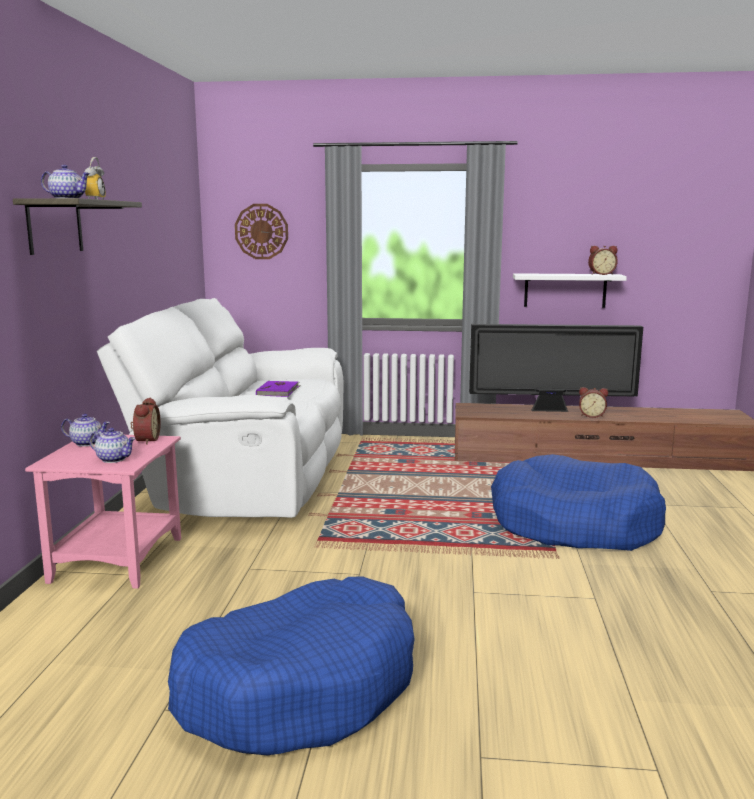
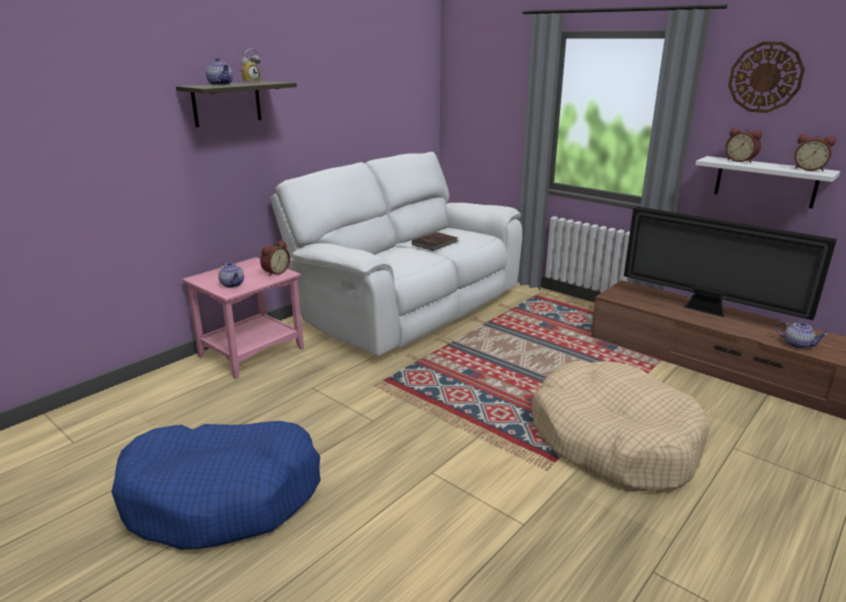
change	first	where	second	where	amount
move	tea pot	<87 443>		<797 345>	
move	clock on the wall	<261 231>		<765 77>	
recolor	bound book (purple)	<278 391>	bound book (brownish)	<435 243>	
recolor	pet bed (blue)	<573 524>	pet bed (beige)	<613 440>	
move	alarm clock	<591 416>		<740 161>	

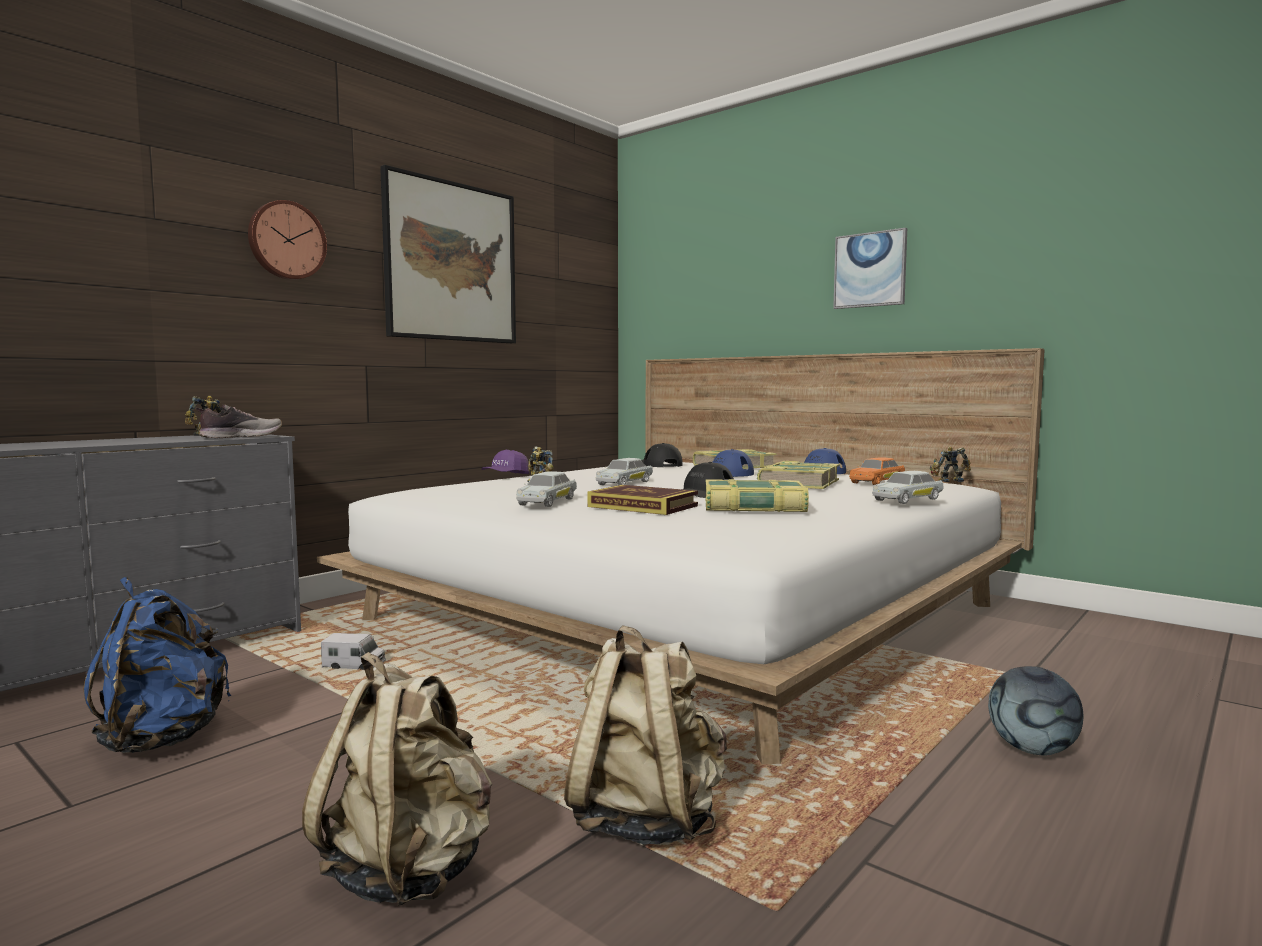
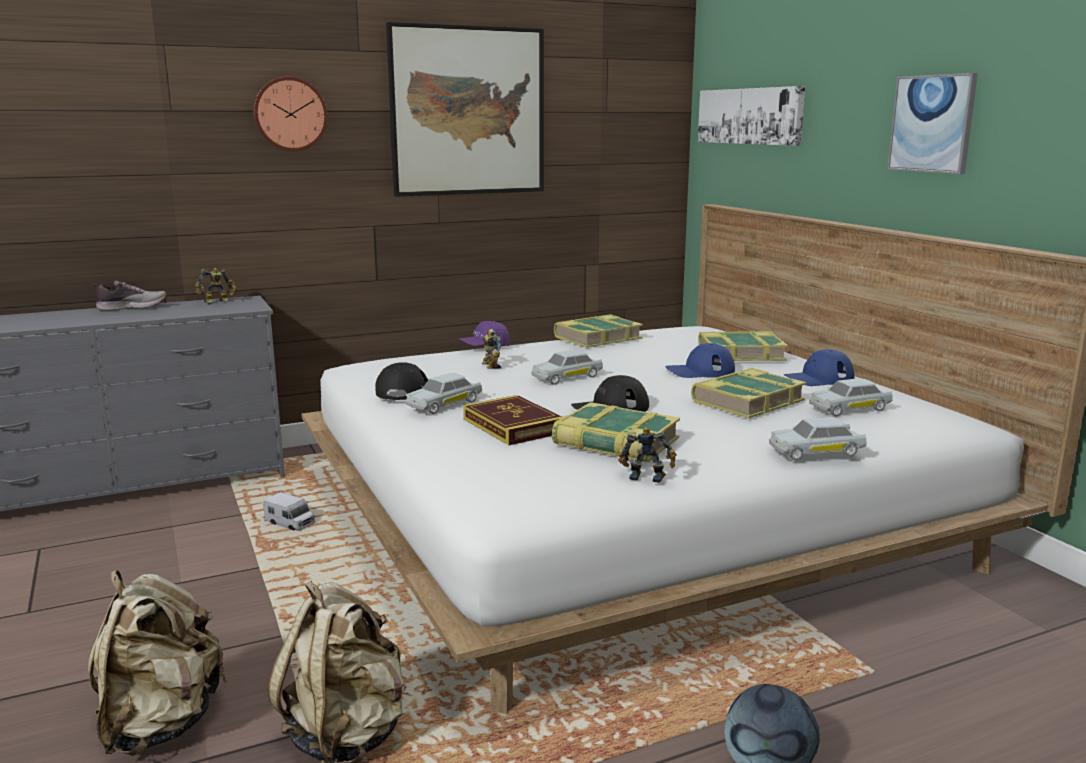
change	first	where	second	where	amount
delete	rucksack (blue)	<163 739>			
move	item of footwear	<240 437>		<132 307>	
move	cap (black-coloured)	<660 464>		<404 389>	
recolor	toy car (orange-coloured)	<877 482>	toy car (white-coloured)	<849 409>	
move	model robot	<949 481>		<646 476>	
insert			bound book	<597 338>	
insert			picture	<750 116>	

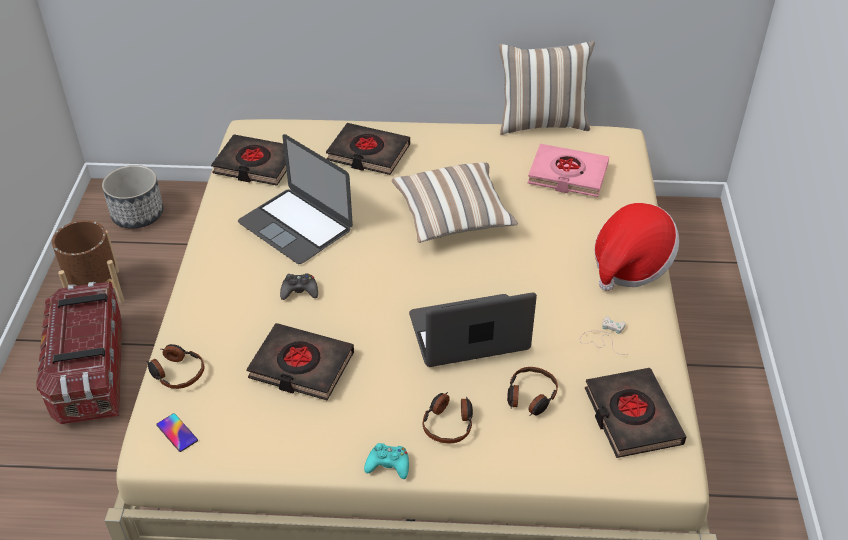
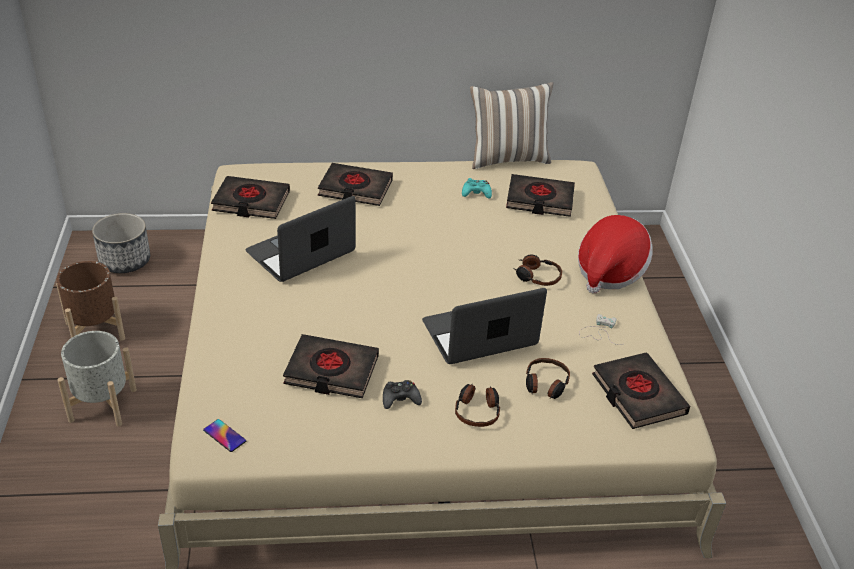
change	first	where	second	where	amount
replace	storage box	<90 372>	flower pot (grey)	<103 404>	
move	pair of headphones	<177 372>		<537 276>	
rotate	notebook computer	<295 226>		<300 252>	105 degrees clockwise
move	joypad (black-coloured)	<299 291>		<400 399>	
move	joypad (turquoise)	<388 465>		<476 193>	
delete	pillow	<453 217>			
recolor	bound book (pink)	<567 175>	bound book (black-coloured)	<539 200>	

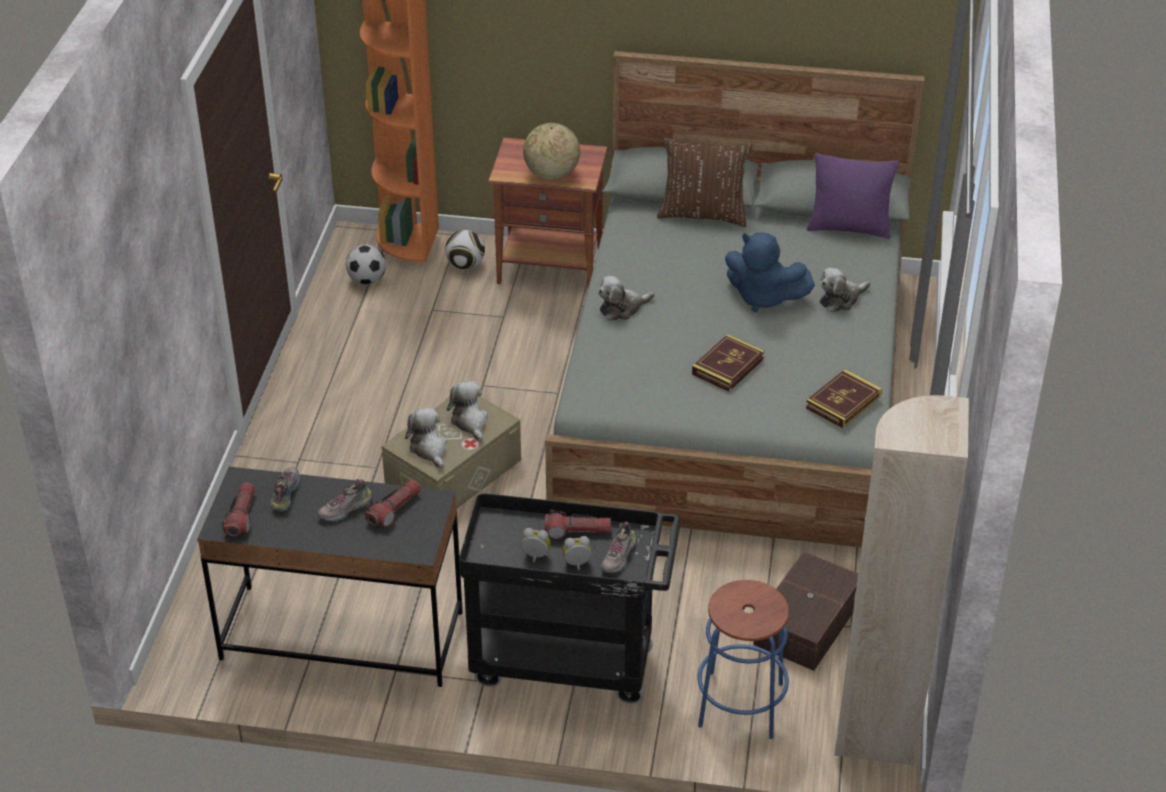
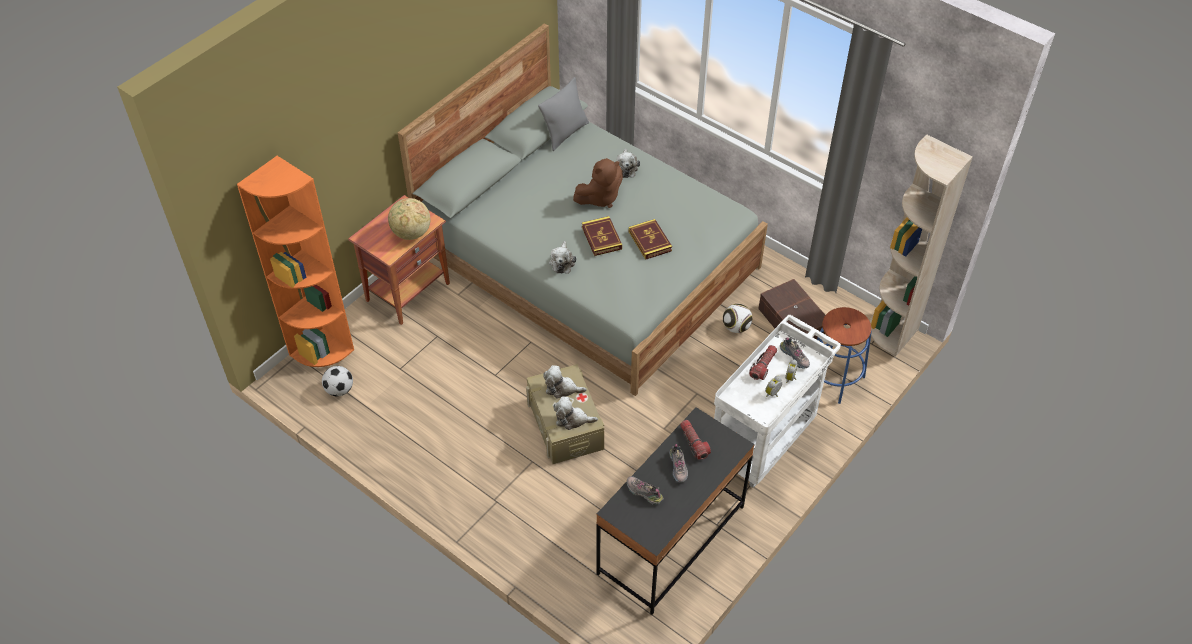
change	first	where	second	where	amount
delete	flashlight	<241 516>			
move	ball for football	<465 265>		<736 327>	
recolor	cart (black-coloured)	<571 669>	cart (white-coloured)	<765 440>	
delete	pillow (brownish)	<703 214>			
recolor	cuddly toy (blue)	<763 297>	cuddly toy (brownish)	<600 198>	
move	bound book	<843 402>		<601 238>	
recolor	pillow (purple)	<849 228>	pillow (grey)	<565 133>	

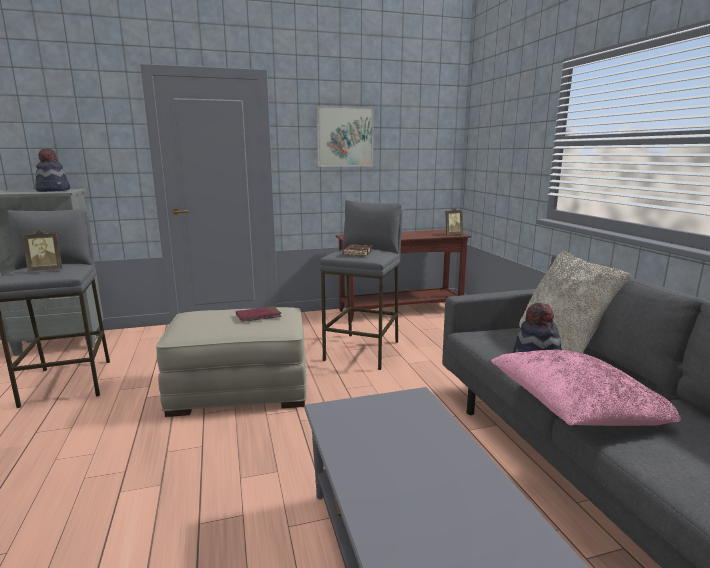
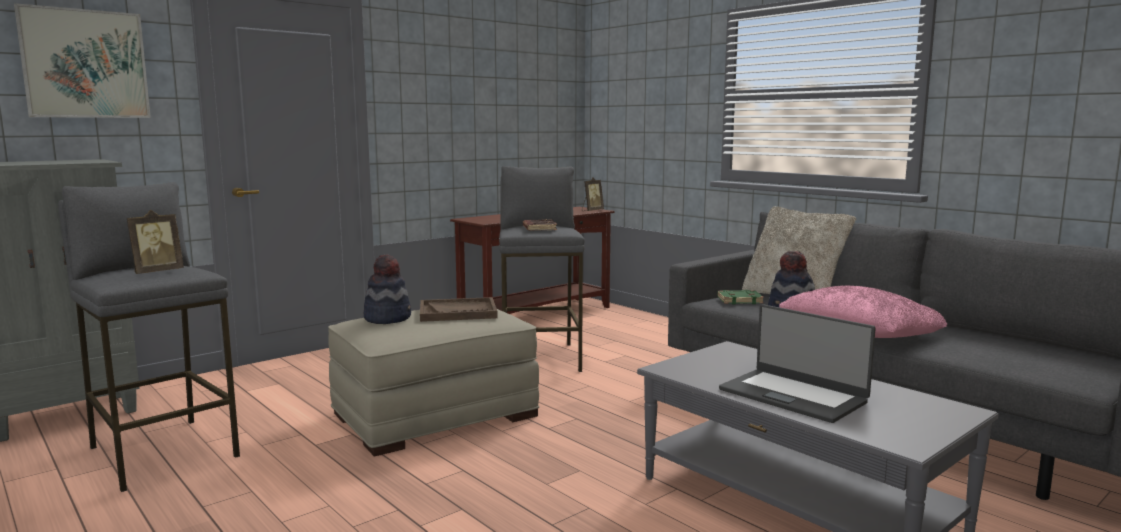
change	first	where	second	where	amount
move	hat	<54 190>		<388 318>	
replace	bound book (reddish)	<258 316>	serving tray (brownish)	<458 312>	
move	picture	<345 137>		<85 64>	
insert			bound book (green)	<740 300>	
insert			notebook computer	<793 395>	

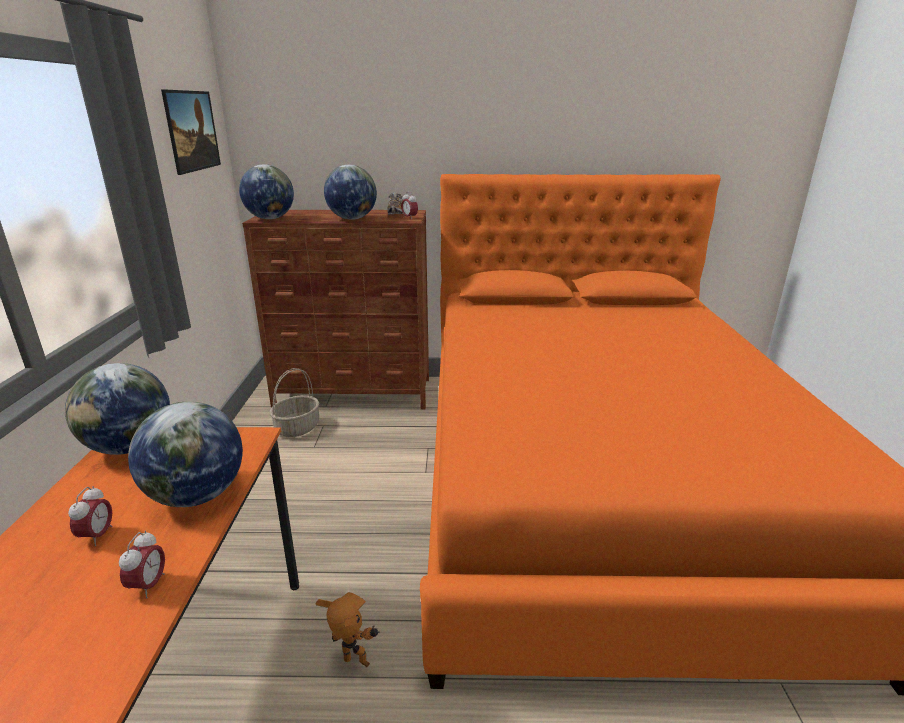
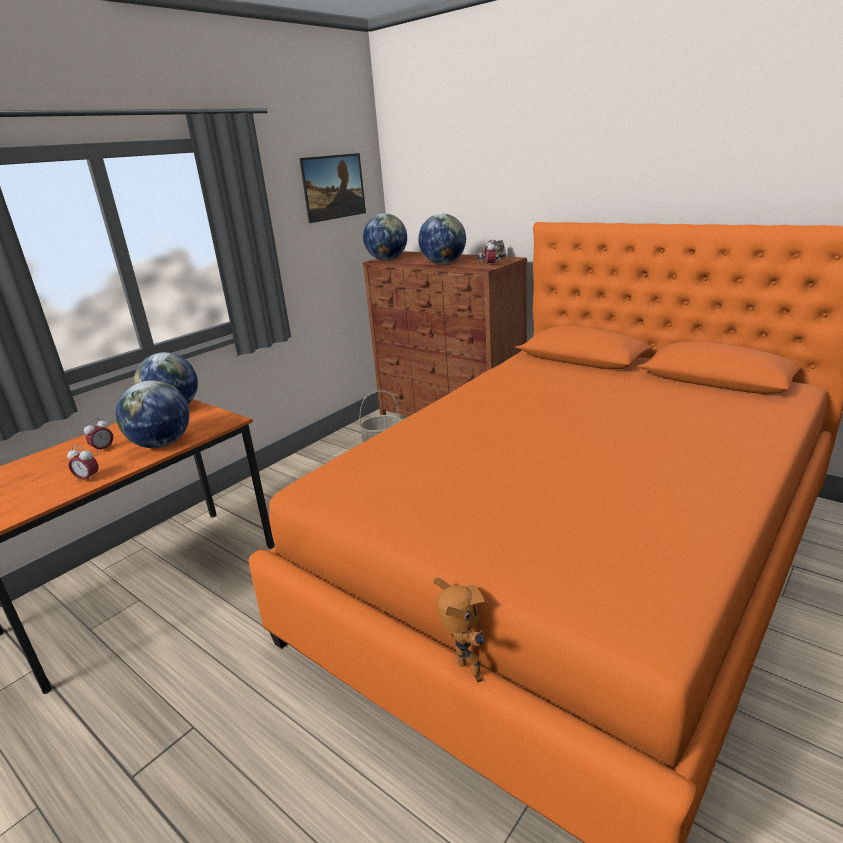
change	first	where	second	where	amount
rotate	alarm clock	<149 585>		<88 479>	60 degrees clockwise
move	model robot	<355 666>		<466 674>	

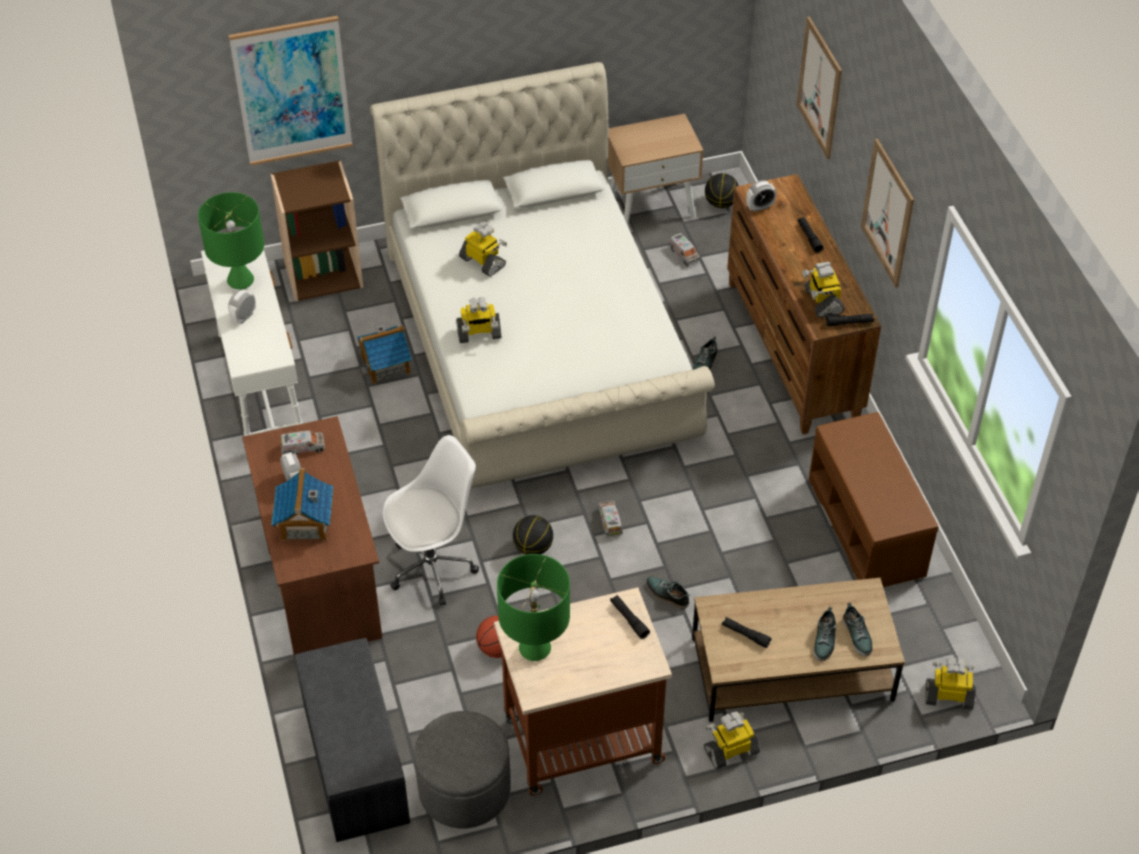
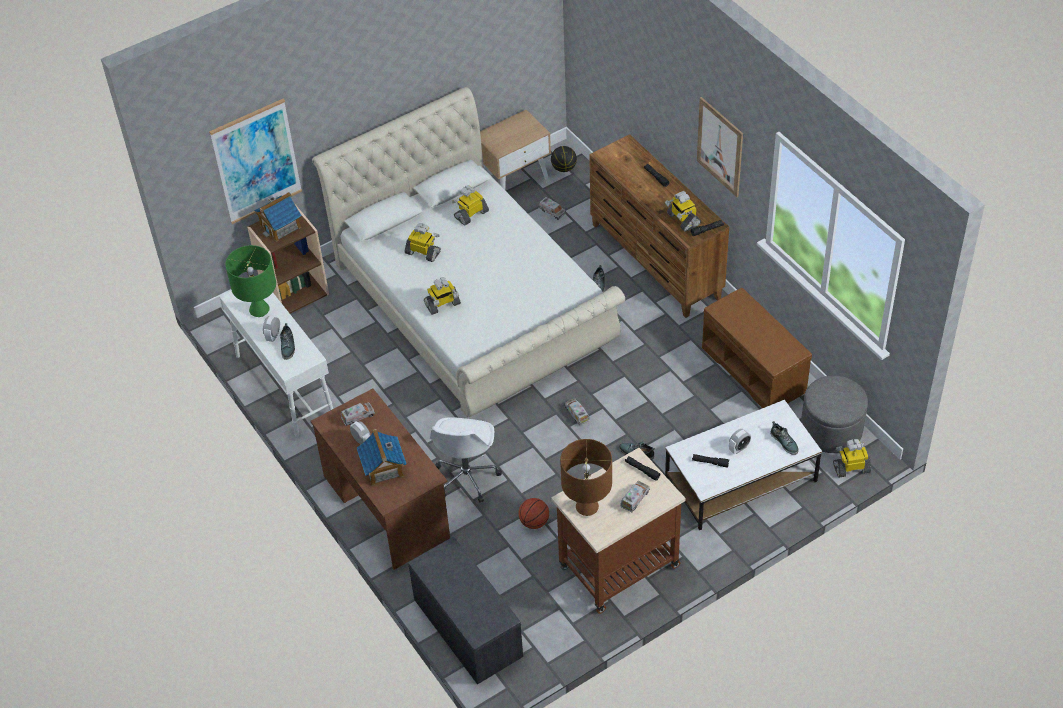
change	first	where	second	where	amount
move	toy house	<386 365>		<280 226>	
rotate	desk chair (white-coloured)	<434 568>		<466 479>	150 degrees clockwise
move	ottoman (grey)	<464 789>		<831 430>	
recolor	table lamp (green)	<534 650>	table lamp (brownish)	<587 508>	
delete	basketball	<533 547>			
recolor	coffee table (brownish)	<793 668>	coffee table (white-coloured)	<741 478>	
move	model robot	<731 750>		<471 214>	
move	alarm clock	<760 207>		<739 448>	
delete	picture	<819 88>			
move	item of footwear	<825 640>		<288 346>	
insert			toy lorry	<635 499>	

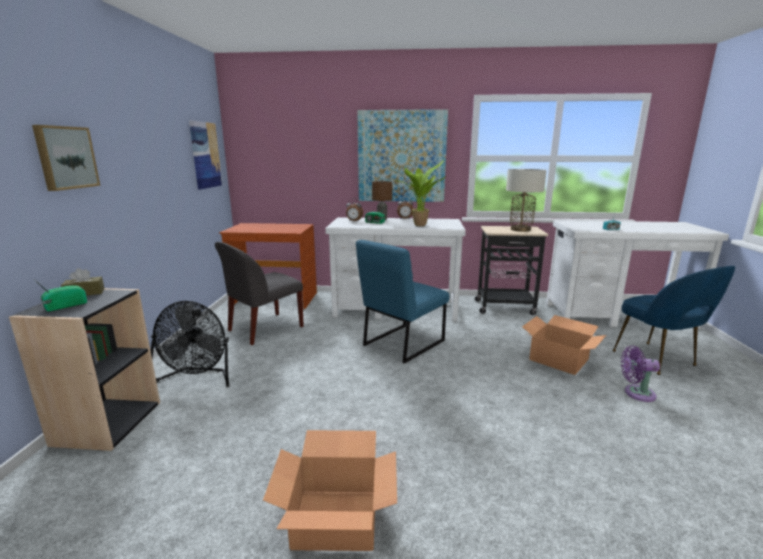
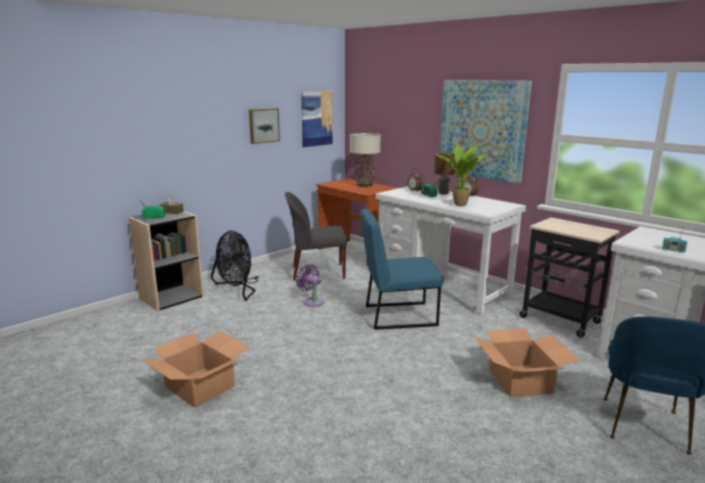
change	first	where	second	where	amount
move	picture	<65 157>		<263 125>	
move	table lamp	<520 229>		<364 185>	
move	electric fan (purple)	<636 393>		<312 301>	

